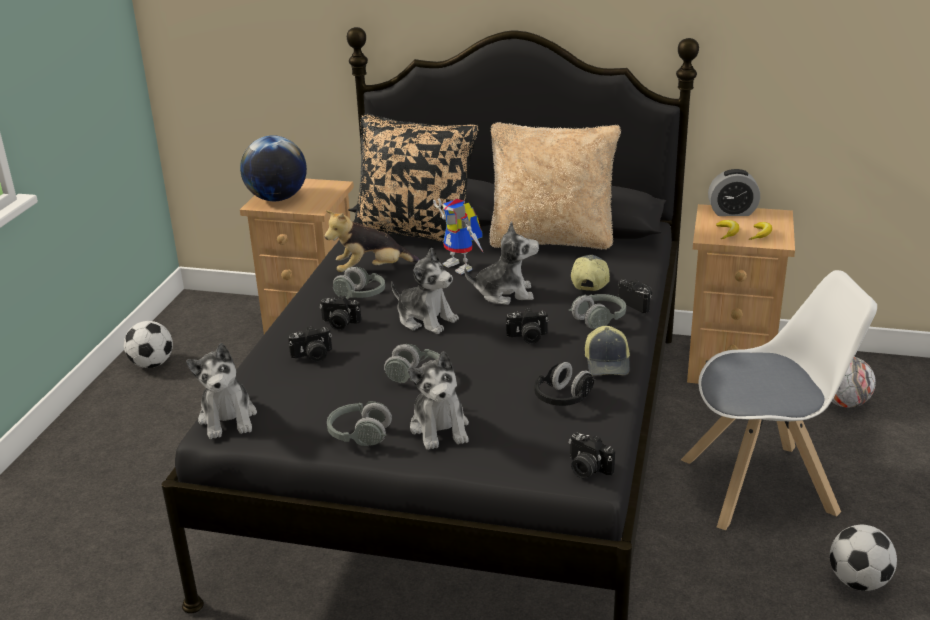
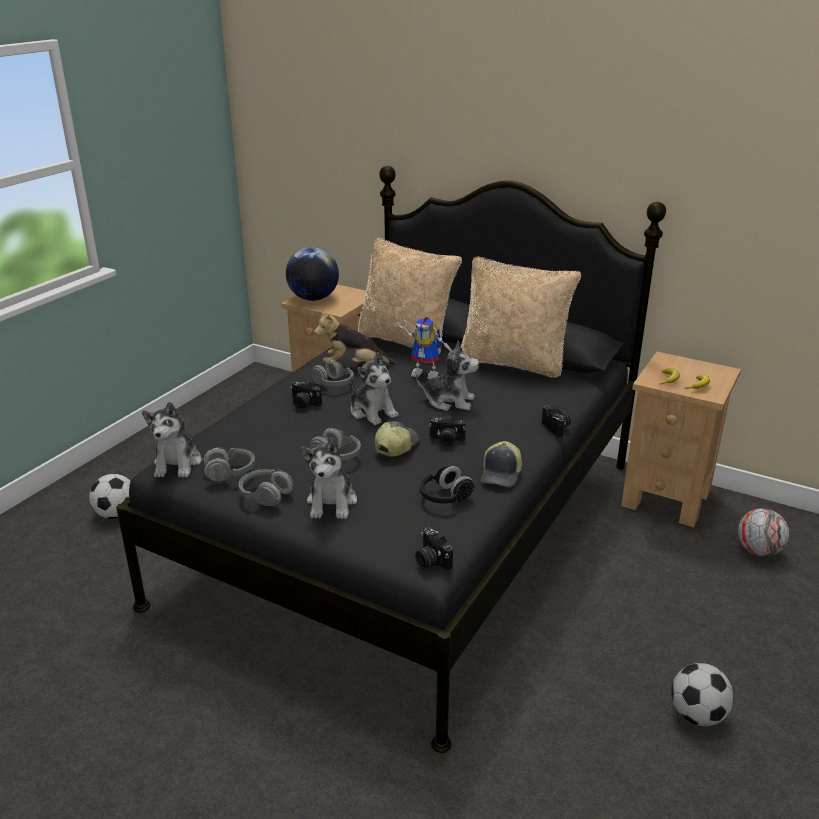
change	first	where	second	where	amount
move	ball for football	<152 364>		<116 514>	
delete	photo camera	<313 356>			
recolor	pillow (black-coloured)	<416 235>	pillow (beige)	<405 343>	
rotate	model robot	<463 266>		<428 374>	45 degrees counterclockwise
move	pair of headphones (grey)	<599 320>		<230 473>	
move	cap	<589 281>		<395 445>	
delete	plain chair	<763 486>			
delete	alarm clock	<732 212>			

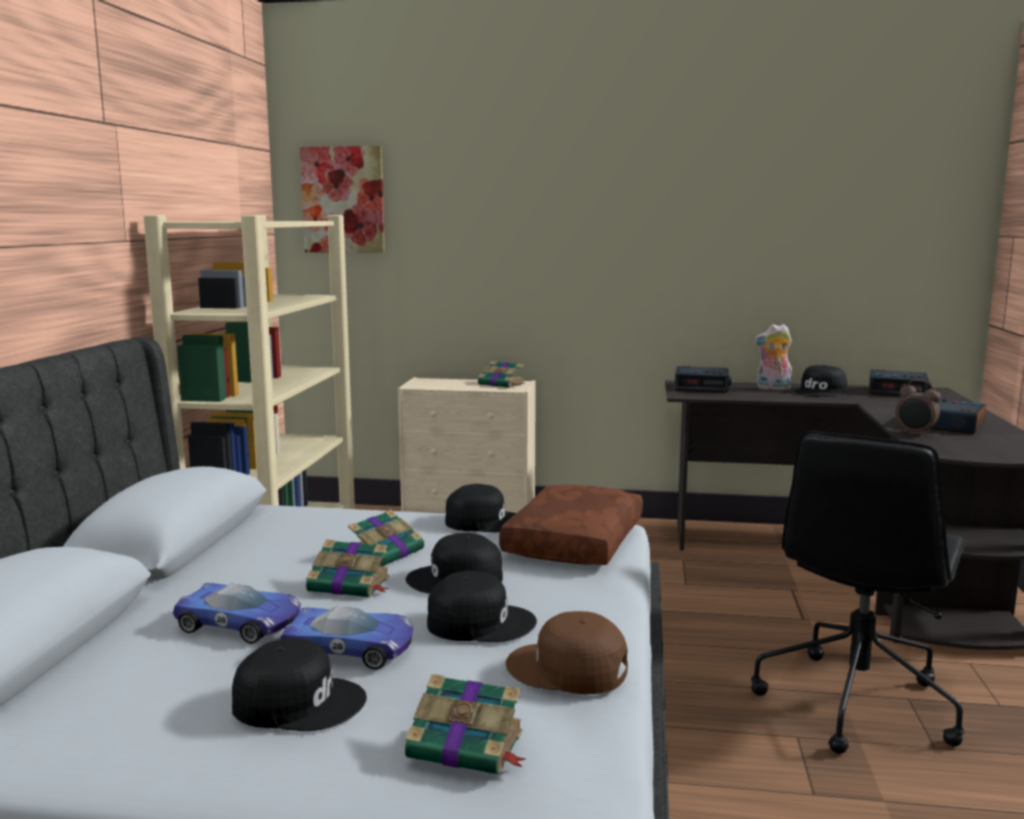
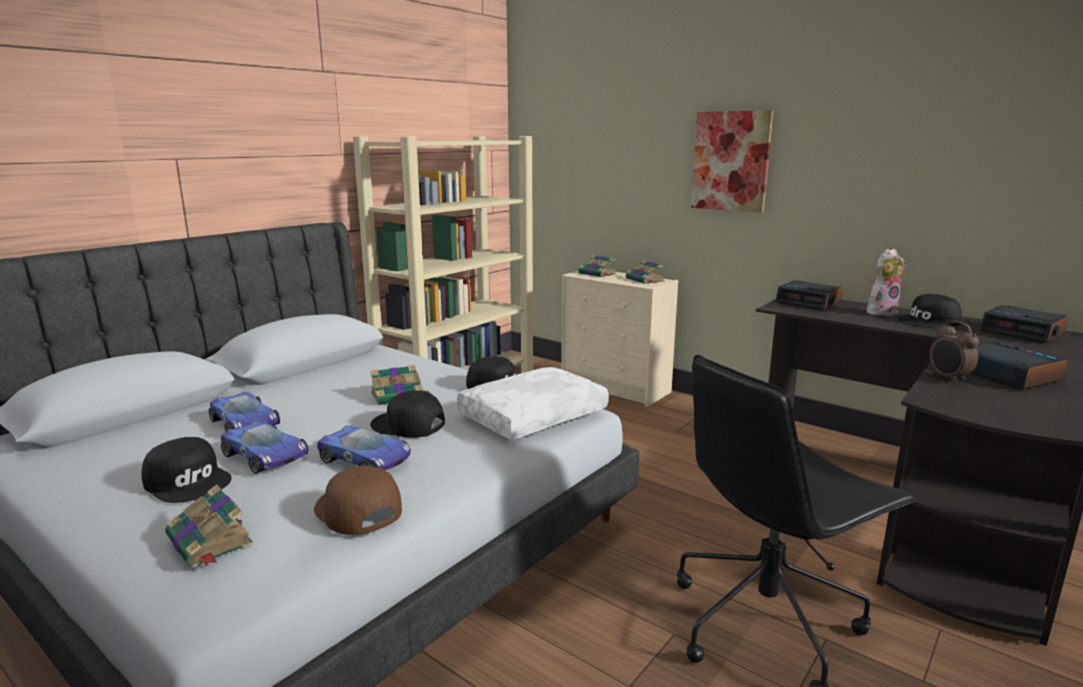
change	first	where	second	where	amount
move	picture	<343 200>		<731 161>	
move	bound book	<350 585>		<598 273>	
replace	cap (black-coloured)	<479 622>	toy car	<366 459>	
recolor	pillow (brownish)	<572 541>	pillow (white-coloured)	<533 415>	
rotate	cuddly toy	<772 389>		<880 312>	120 degrees clockwise

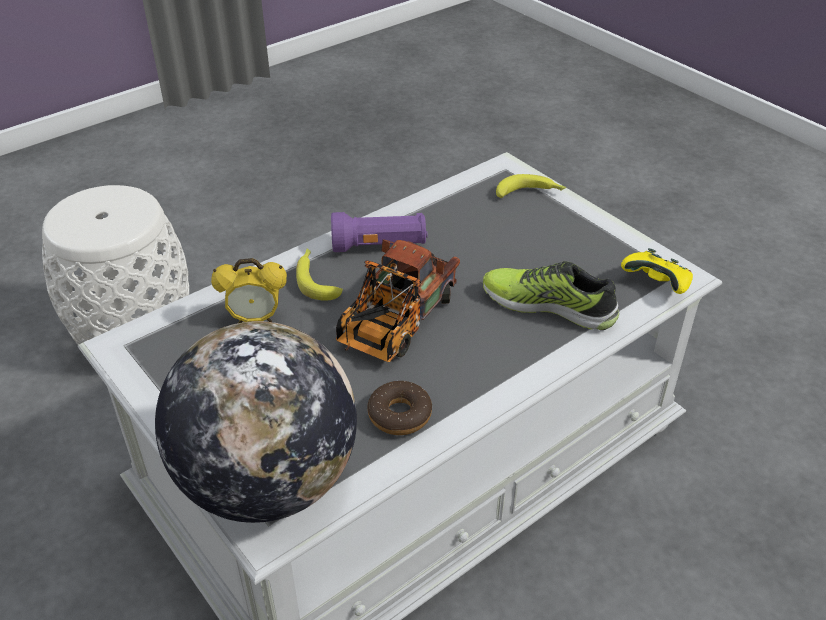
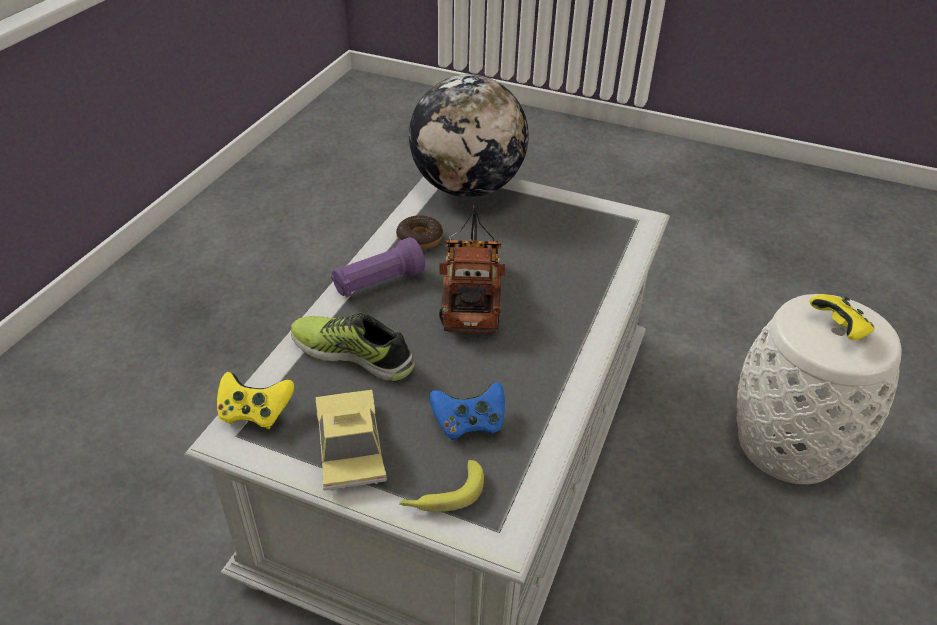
change	first	where	second	where	amount
delete	alarm clock	<255 319>			
delete	banana	<316 279>			
move	flashlight (purple)	<380 246>		<378 283>	
rotate	item of footwear	<549 305>		<354 353>	150 degrees counterclockwise
insert			toy car	<350 446>	
insert			joypad (blue)	<469 423>	
insert			joypad (yellowish)	<839 329>	

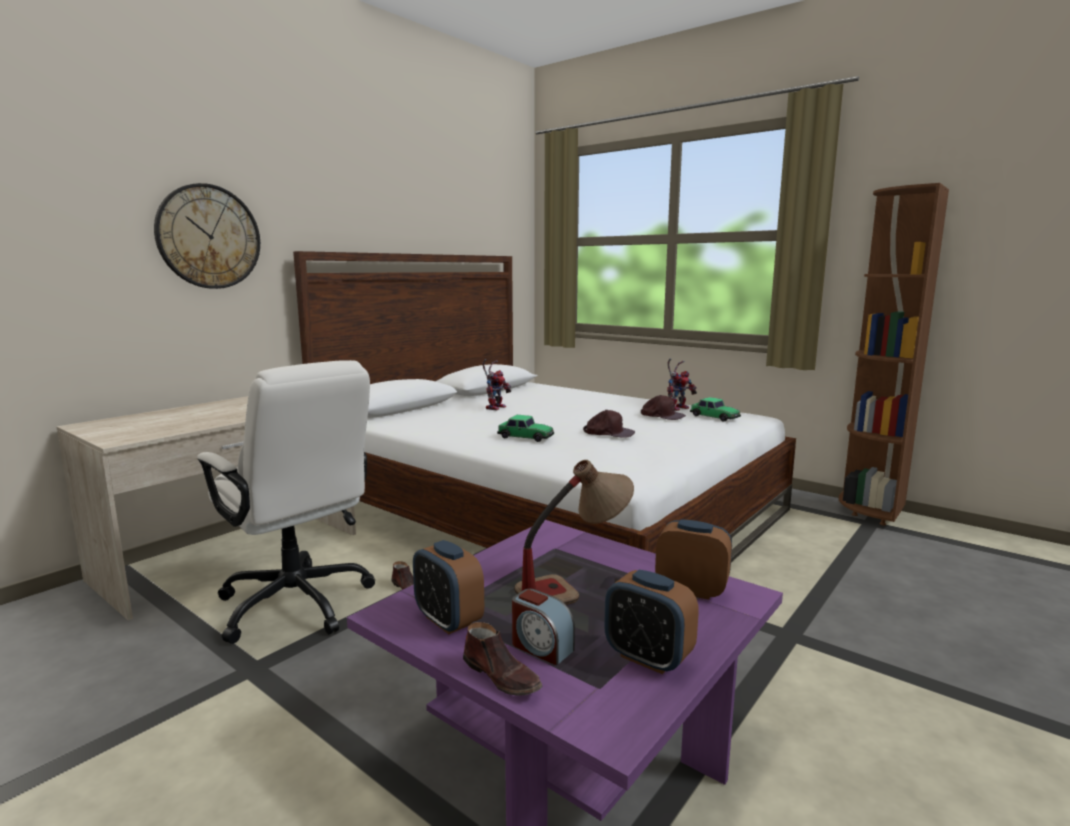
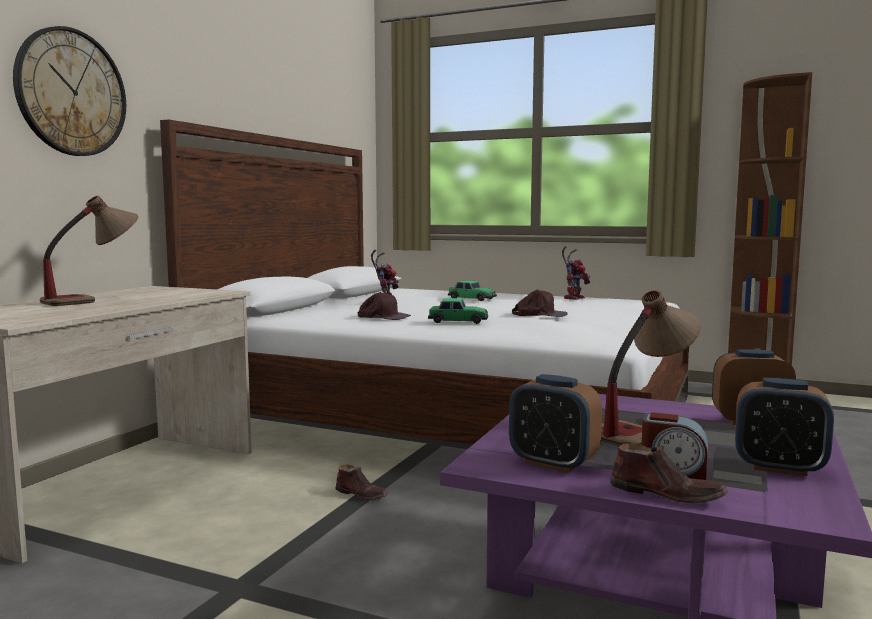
change	first	where	second	where	amount
delete	desk chair (white-coloured)	<299 607>			
move	cap (brownish)	<662 415>		<383 317>	
move	toy car	<715 417>		<472 299>	
insert			table lamp	<94 300>	

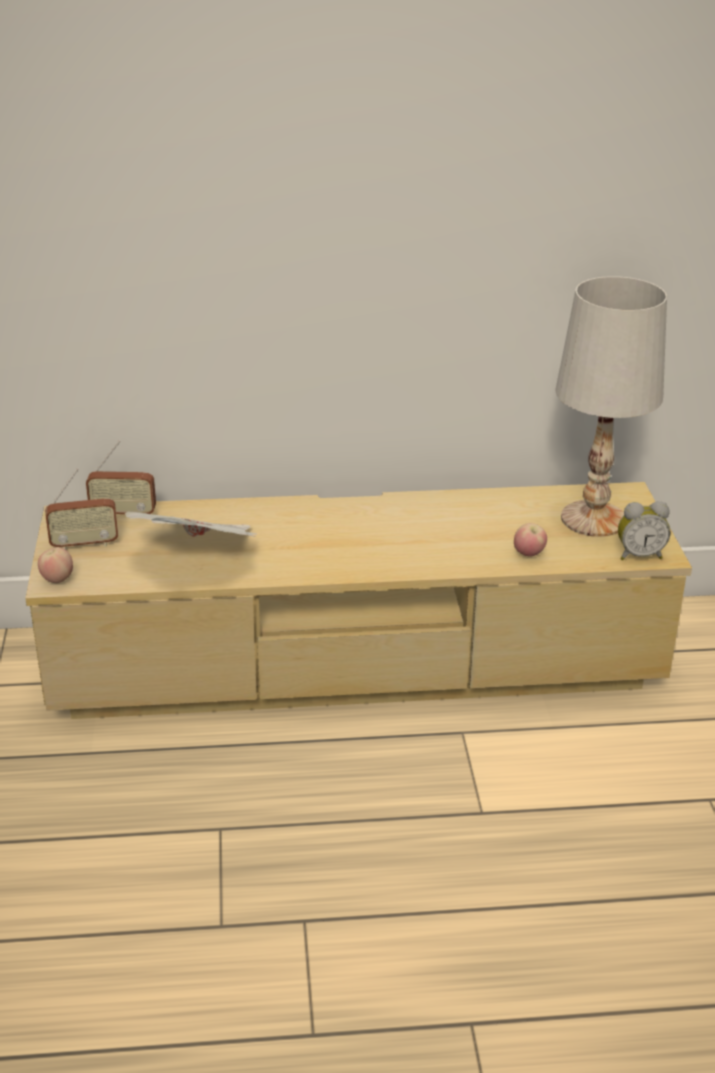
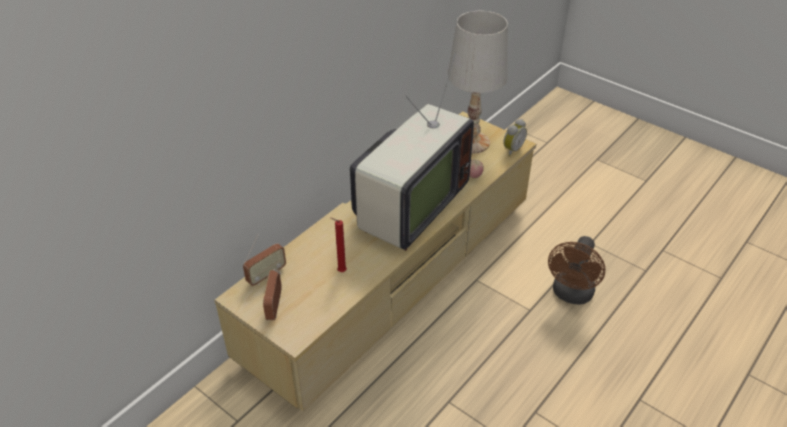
change	first	where	second	where	amount
delete	apple fruit	<57 579>			
rotate	radio	<84 544>		<275 306>	150 degrees clockwise
replace	printed paper	<200 554>	wax candle (reddish)	<340 271>	
insert			TV set	<408 208>	
insert			electric fan (brownish)	<571 295>	

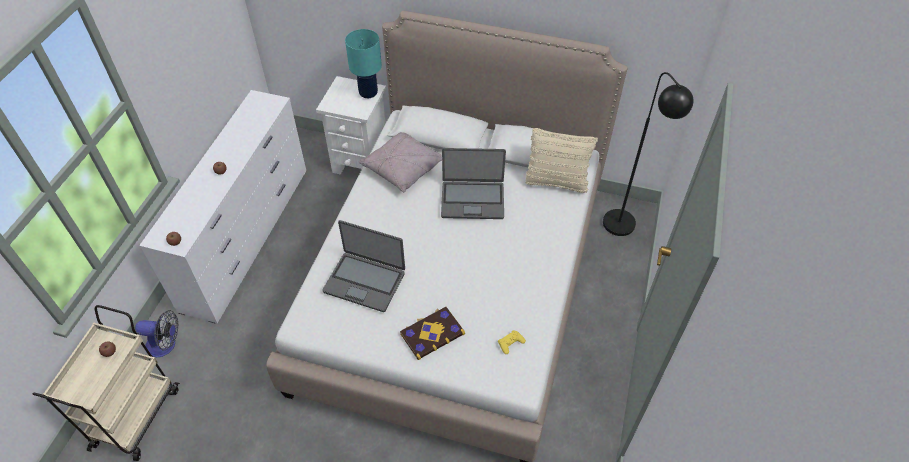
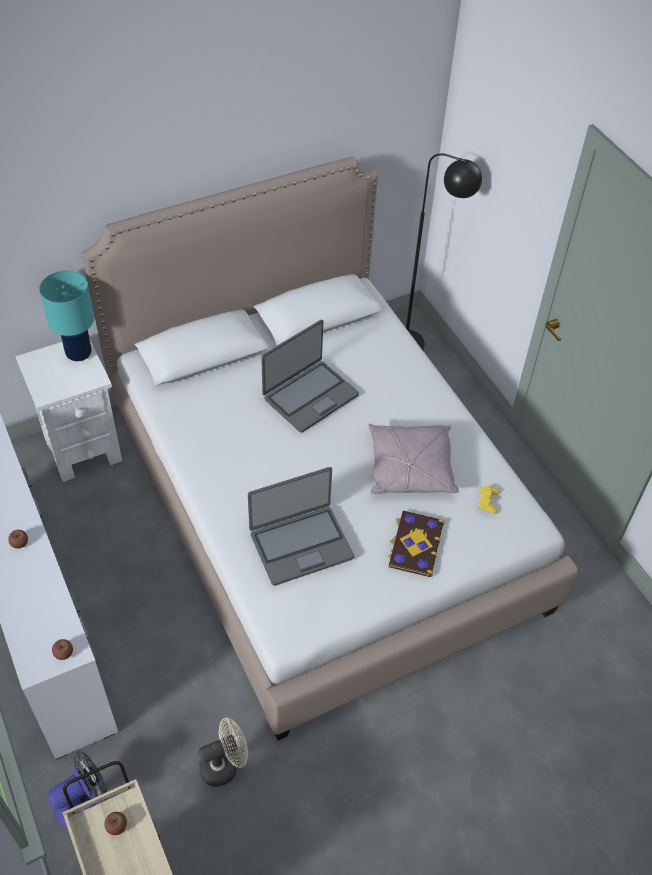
change	first	where	second	where	amount
move	pillow (purple)	<403 168>		<409 468>	
delete	pillow (beige)	<557 182>			
insert			electric fan (beige)	<224 765>	

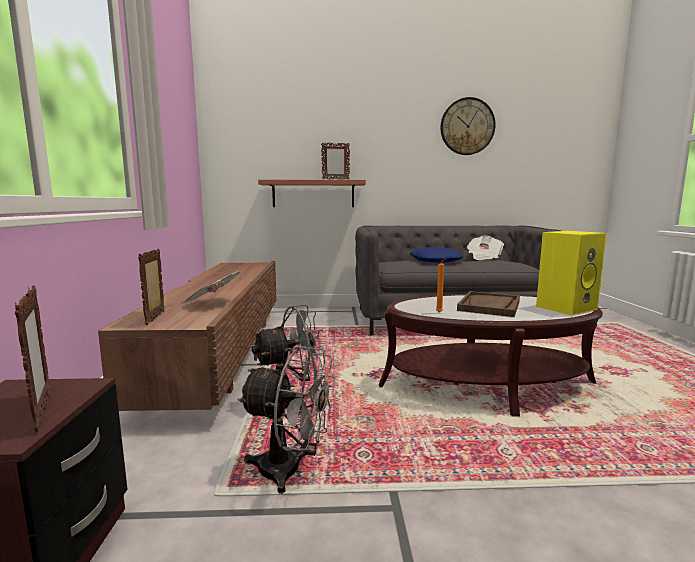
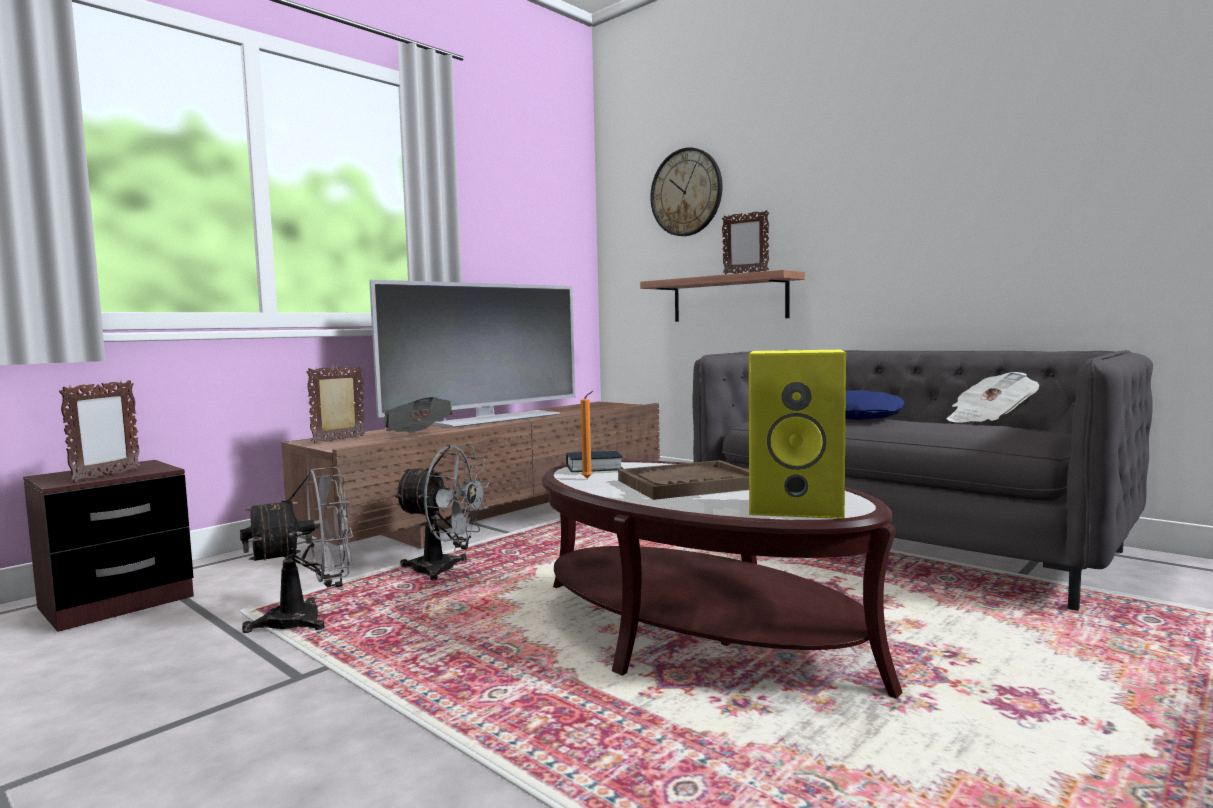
change	first	where	second	where	amount
rotate	electric fan (grey)	<290 471>		<309 619>	90 degrees counterclockwise
move	clock on the wall	<467 126>		<686 192>	
insert			TV set	<496 419>	
insert			bound book	<594 468>	

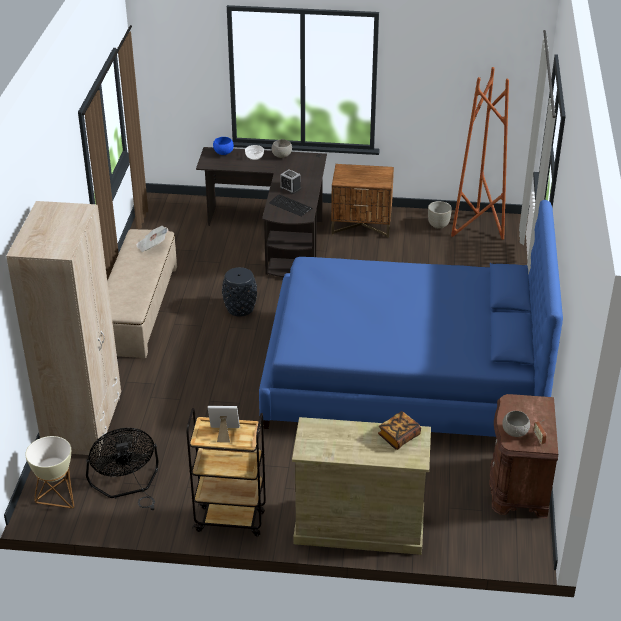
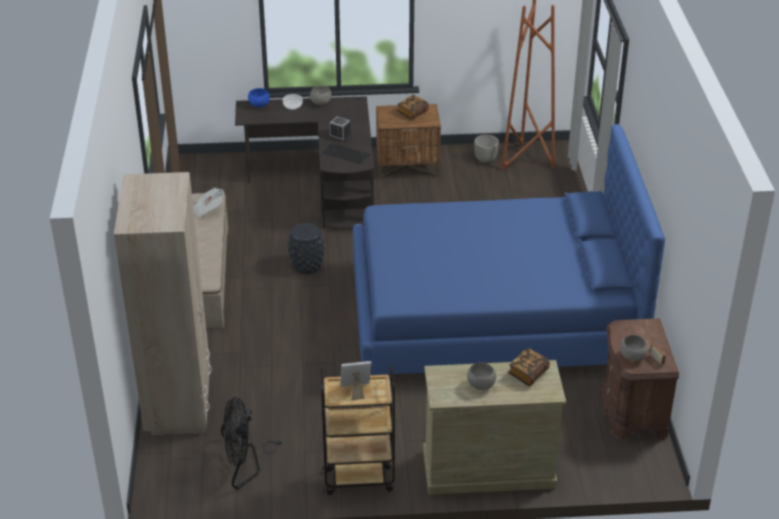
change	first	where	second	where	amount
delete	flower pot	<56 496>			
rotate	electric fan (black-coloured)	<129 487>		<245 460>	75 degrees counterclockwise
insert			bound book	<412 113>	
insert			serving bowl (grey)	<481 385>	

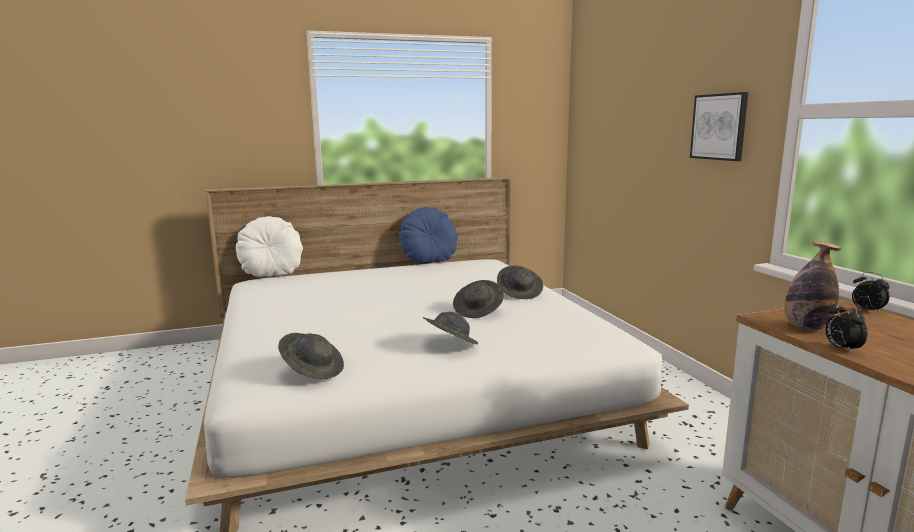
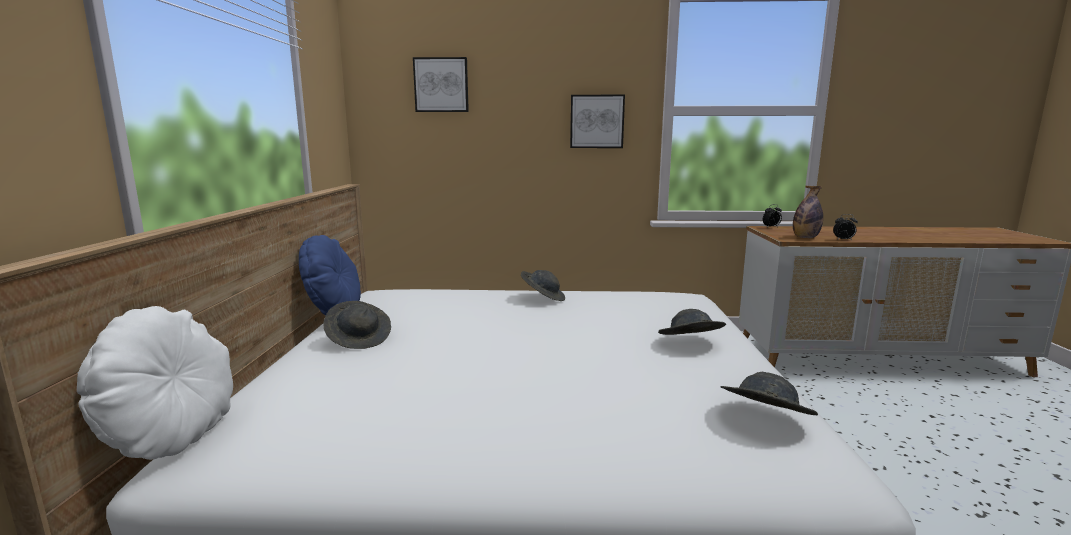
change	first	where	second	where	amount
move	hat (grey)	<478 311>		<359 339>	
insert			picture	<441 85>	

